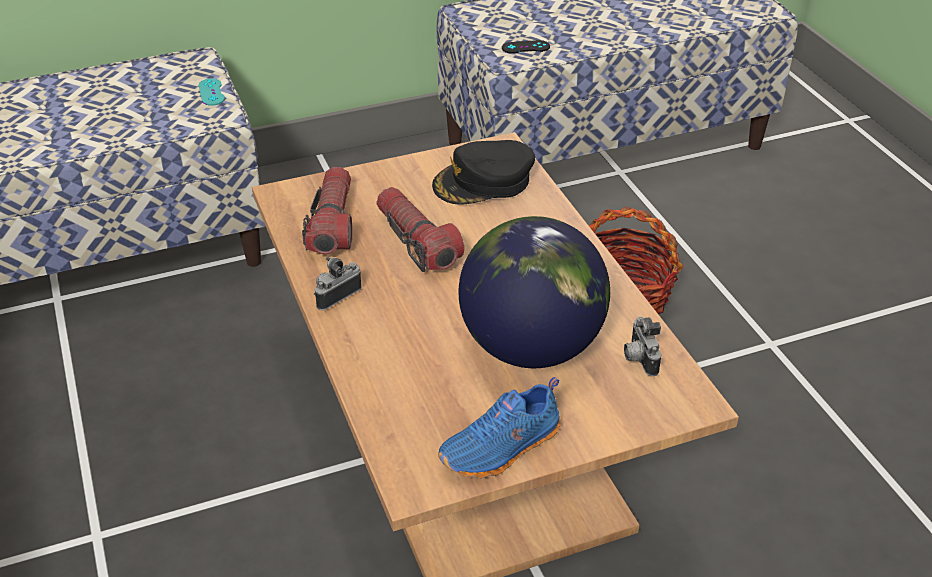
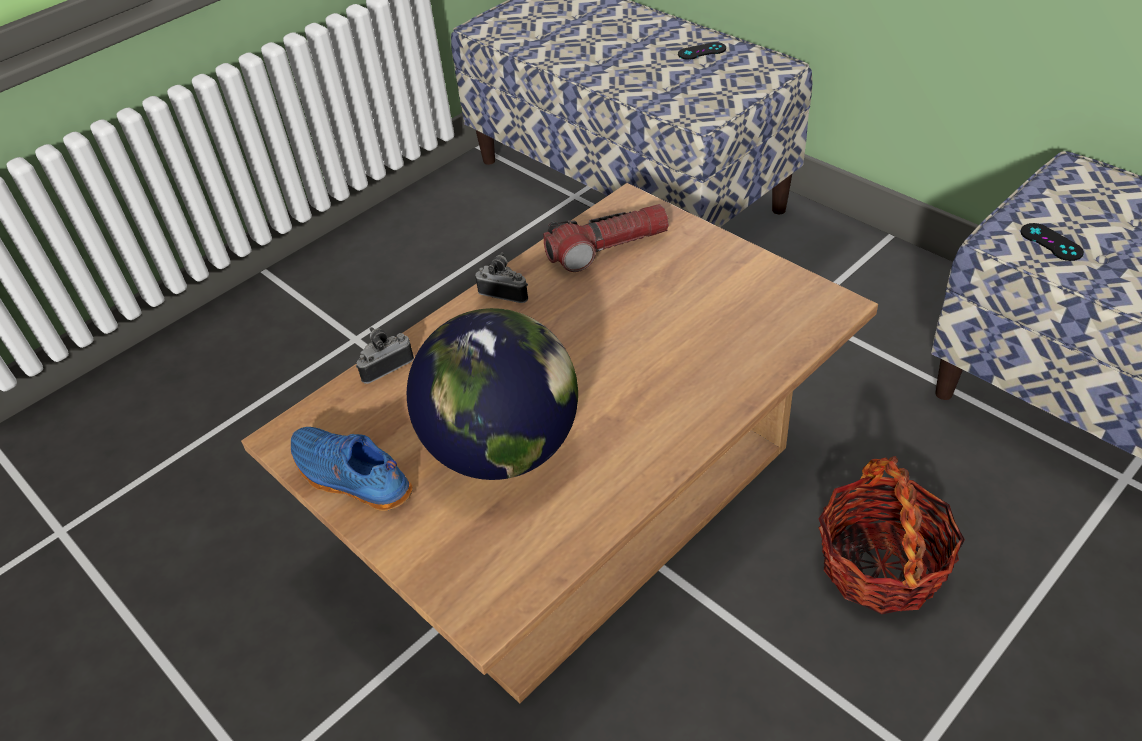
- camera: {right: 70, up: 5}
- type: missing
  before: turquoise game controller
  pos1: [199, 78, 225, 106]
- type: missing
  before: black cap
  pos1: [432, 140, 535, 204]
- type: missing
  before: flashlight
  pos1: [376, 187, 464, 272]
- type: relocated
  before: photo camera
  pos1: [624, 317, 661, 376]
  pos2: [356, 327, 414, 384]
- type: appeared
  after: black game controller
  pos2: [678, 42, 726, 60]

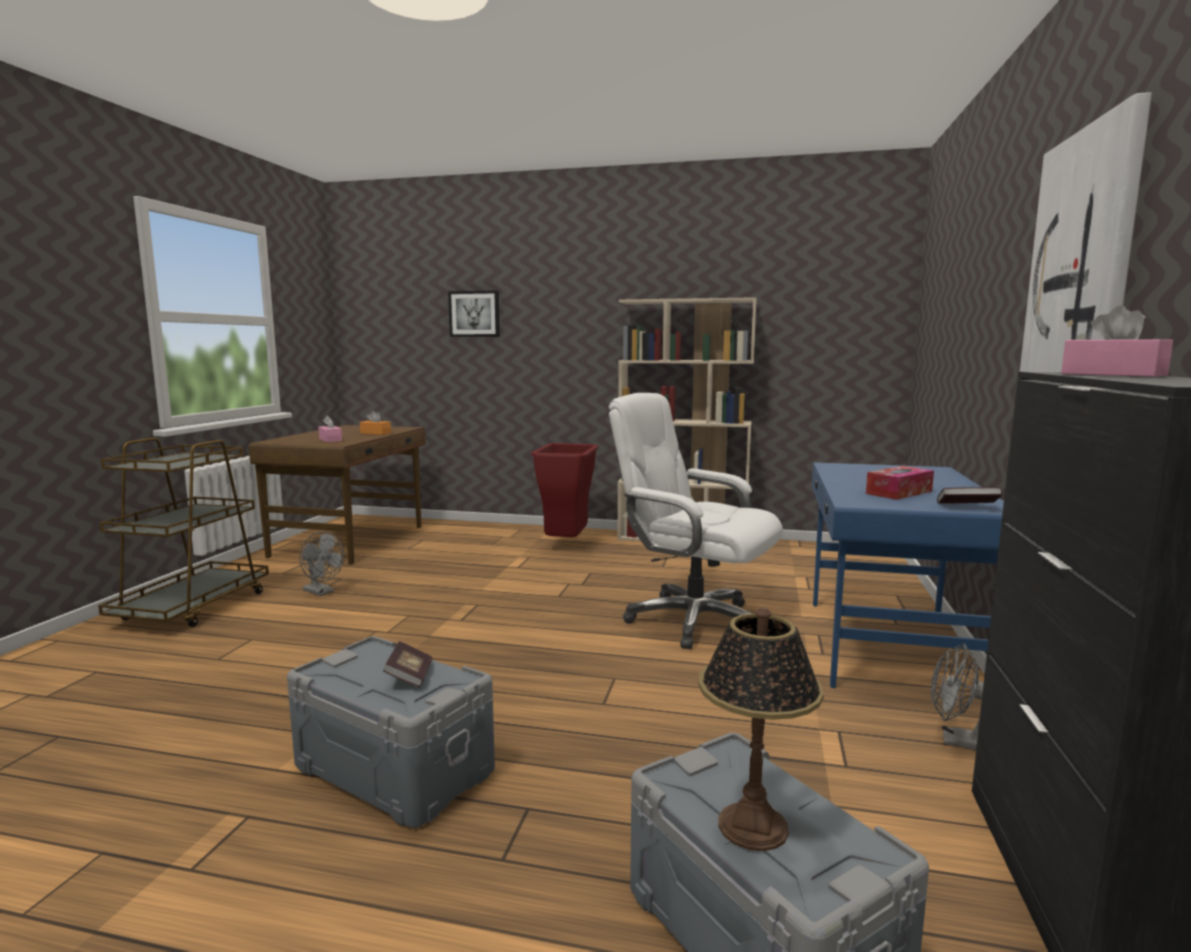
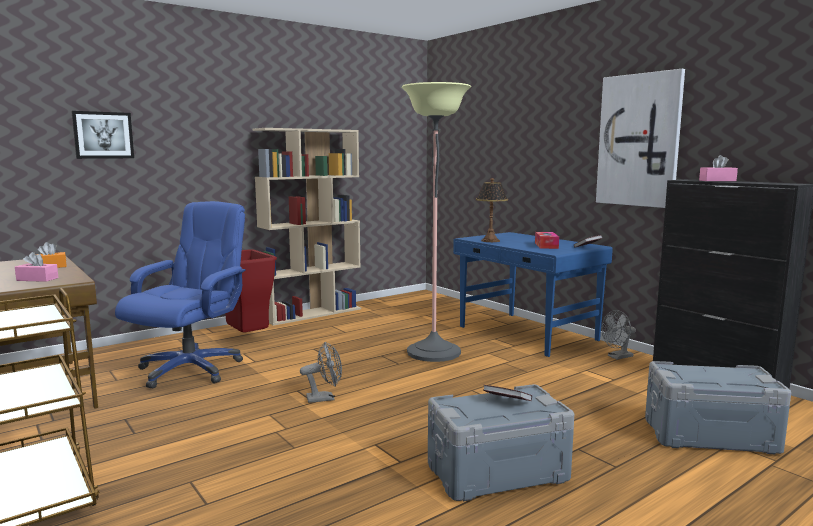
- camera: {right: -50, up: 0}
- type: exchanged
  before: white office chair
  after: floor lamp
  pos1: [609, 393, 783, 649]
  pos2: [402, 82, 471, 362]
- type: relocated
  before: grey fan
  pos1: [299, 531, 344, 596]
  pos2: [300, 342, 342, 403]
- type: relocated
  before: table lamp
  pos1: [698, 607, 824, 851]
  pos2: [476, 178, 508, 242]
- type: appeared
  after: blue office chair
  pos2: [115, 201, 246, 388]

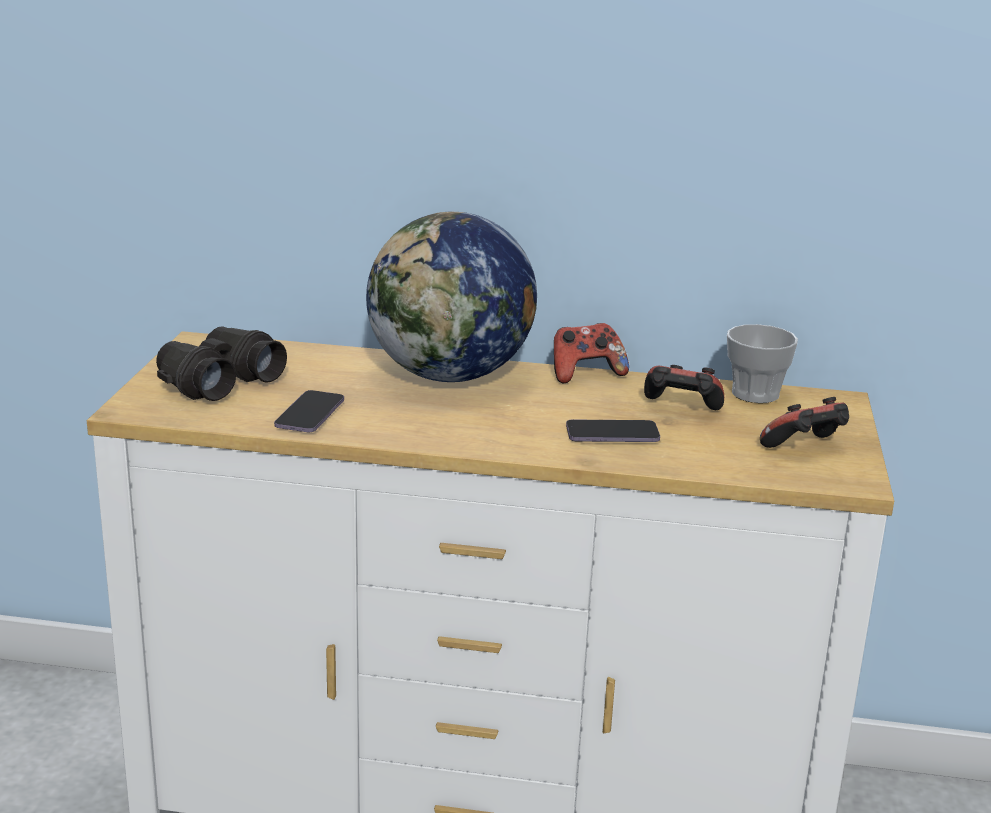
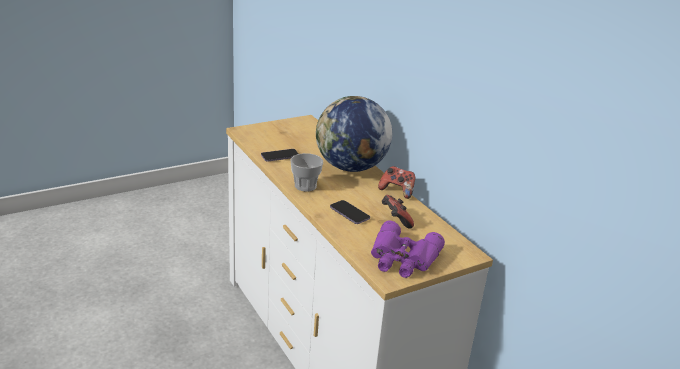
- camera: {right: 50, up: 5}
- type: relocated
  before: cup
  pos1: [727, 324, 798, 403]
  pos2: [290, 153, 323, 192]
- type: missing
  before: black binoculars
  pos1: [156, 326, 287, 401]
- type: exchanged
  before: game controller
  after: purple binoculars
  pos1: [760, 397, 849, 448]
  pos2: [371, 220, 445, 278]

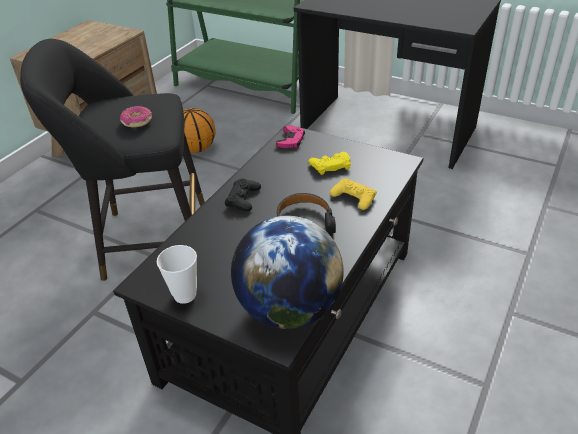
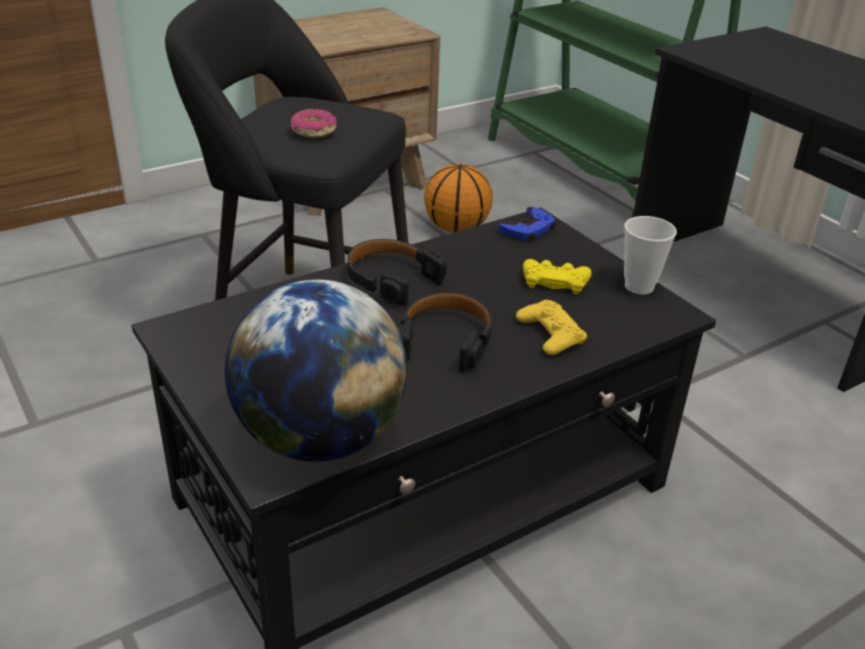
- camera: {right: 25, up: -5}
- type: colour
  before: pink game controller
  after: blue game controller
  pos1: [276, 126, 305, 148]
  pos2: [498, 207, 556, 241]
- type: exchanged
  before: black game controller
  after: black headphones
  pos1: [225, 178, 261, 211]
  pos2: [347, 239, 447, 306]
- type: relocated
  before: cup
  pos1: [157, 245, 197, 304]
  pos2: [624, 216, 677, 294]

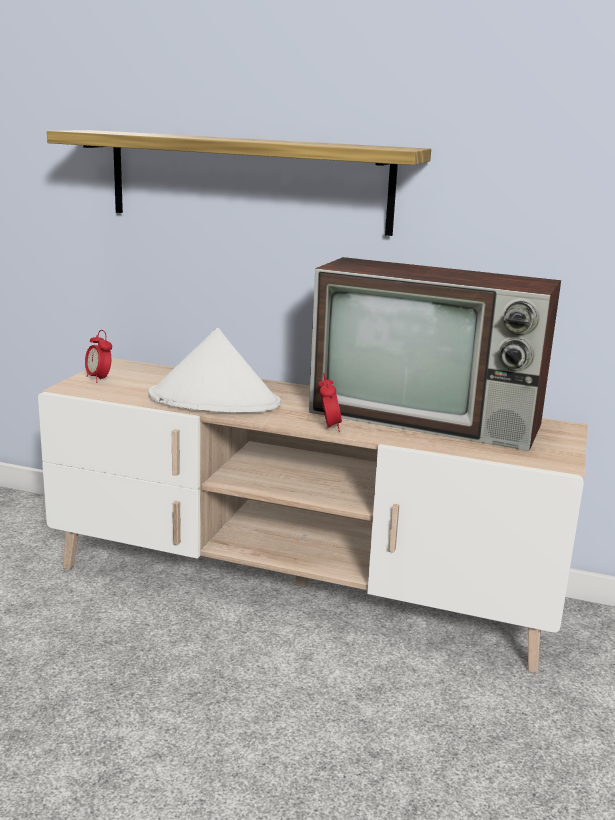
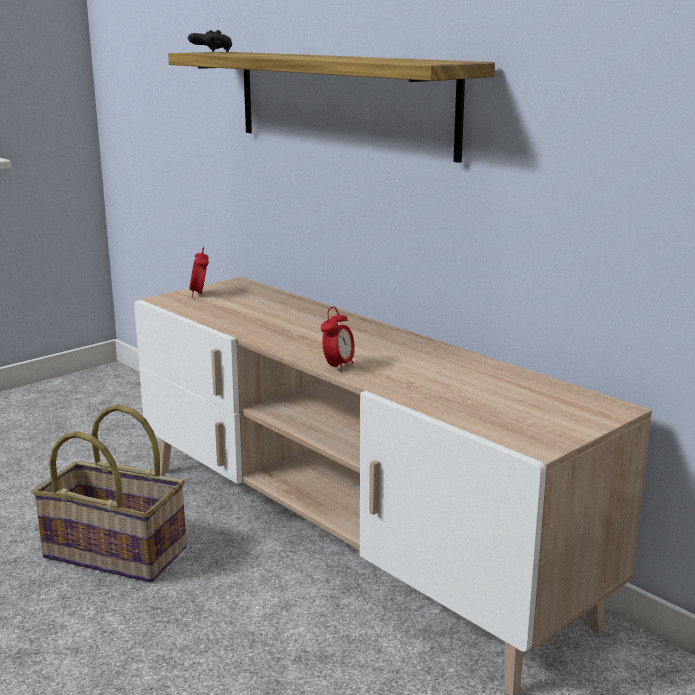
- camera: {right: 30, up: 0}
- type: missing
  before: television
  pos1: [309, 257, 561, 451]
- type: missing
  before: white hat
  pos1: [148, 328, 281, 413]
- type: appeared
  after: black game controller
  pos2: [188, 30, 232, 52]
- type: appeared
  after: basket
  pos2: [32, 404, 187, 583]

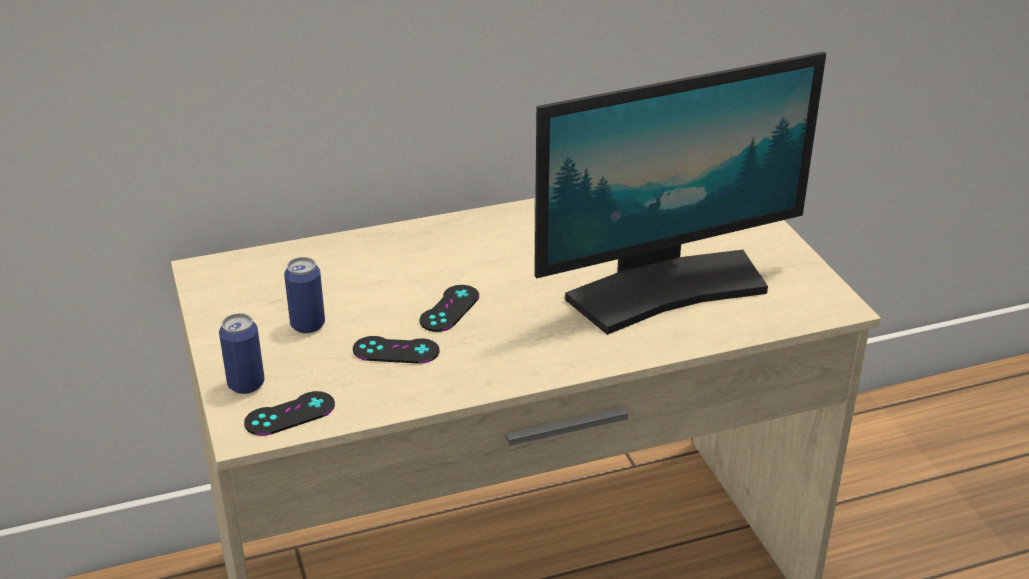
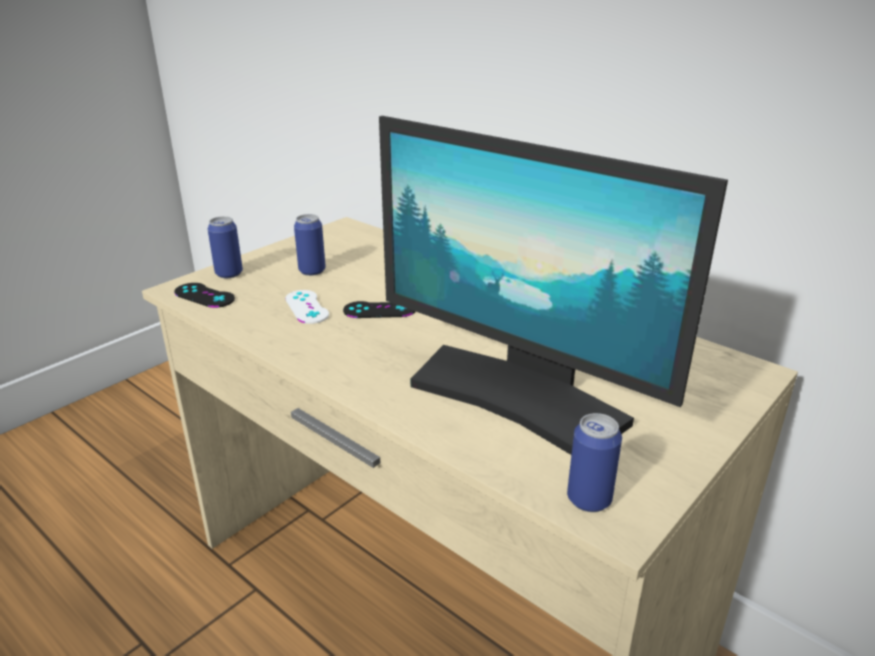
- camera: {right: 60, up: -5}
- type: colour
  before: black game controller
  after: white game controller
  pos1: [353, 336, 439, 364]
  pos2: [285, 290, 329, 324]
- type: appeared
  after: can
  pos2: [567, 413, 622, 512]

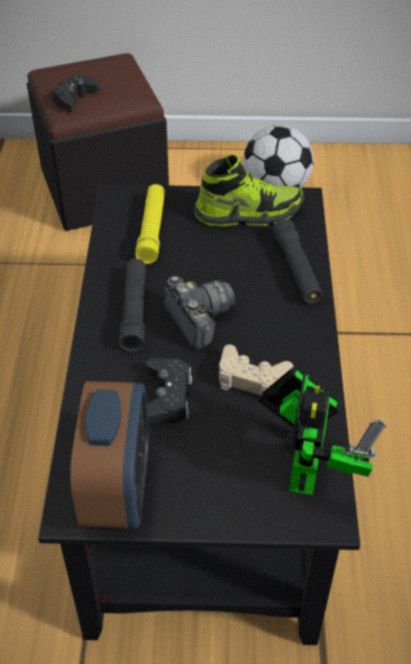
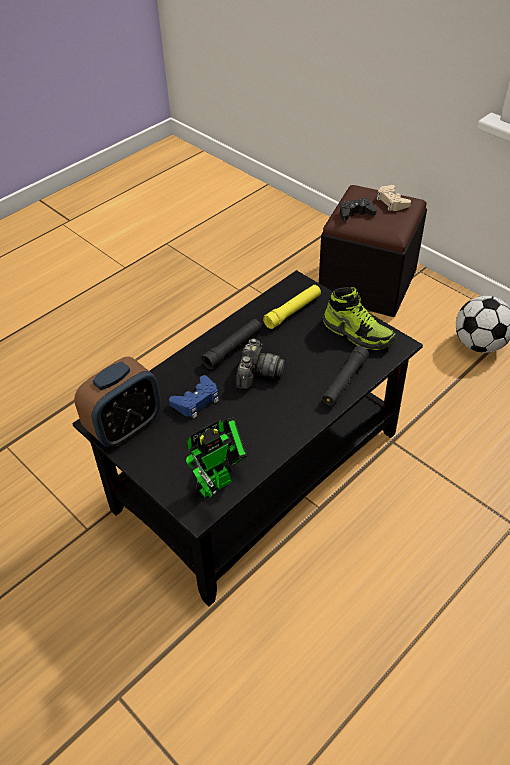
- camera: {right: 45, up: 0}
- type: relocated
  before: beige game controller
  pos1: [219, 345, 293, 395]
  pos2: [377, 185, 411, 211]
- type: colour
  before: black game controller
  after: blue game controller
  pos1: [146, 358, 192, 423]
  pos2: [169, 375, 219, 418]

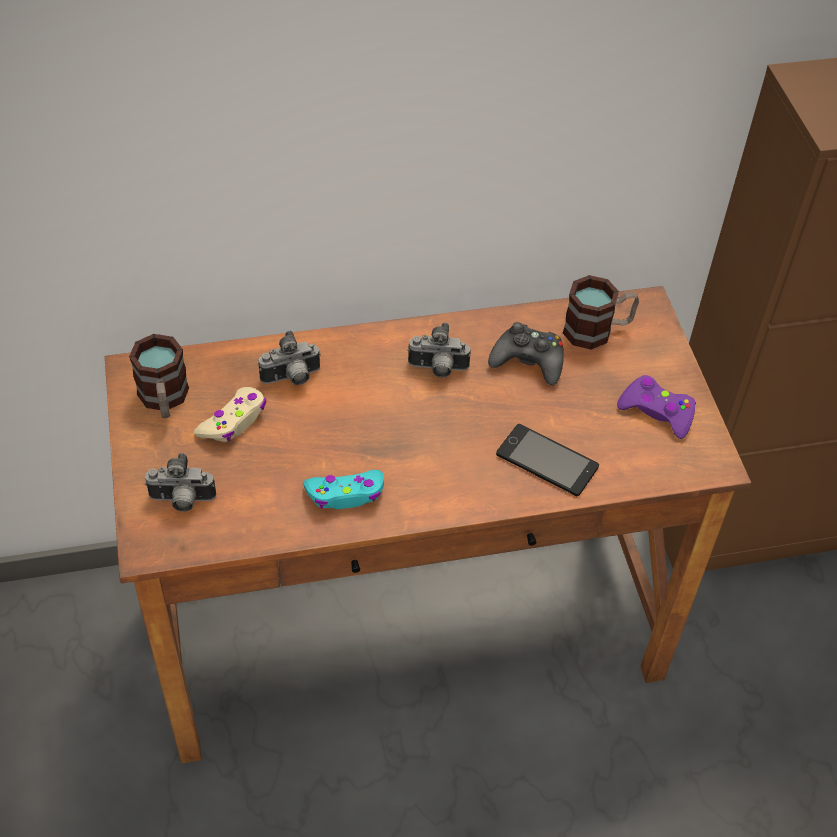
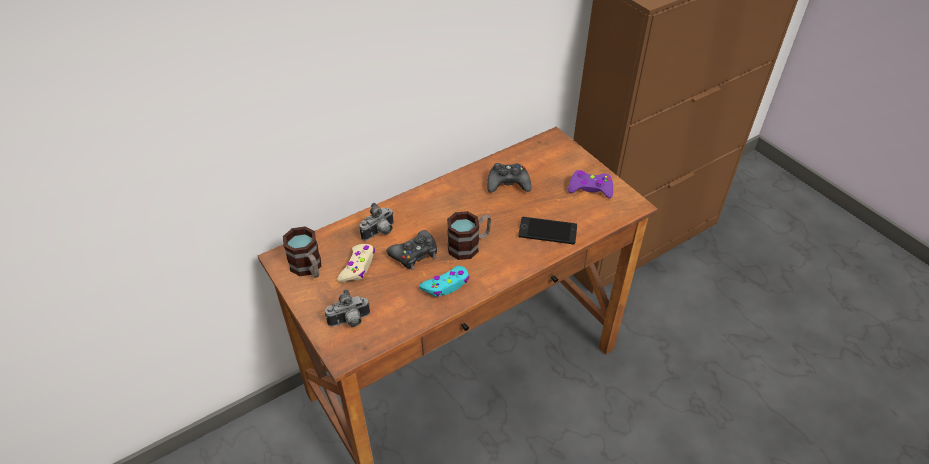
- camera: {right: -20, up: -5}
- type: relocated
  before: mug
  pos1: [563, 275, 639, 350]
  pos2: [447, 211, 491, 260]
- type: missing
  before: photo camera
  pos1: [407, 323, 471, 378]
- type: appeared
  after: black game controller
  pos2: [386, 230, 437, 270]

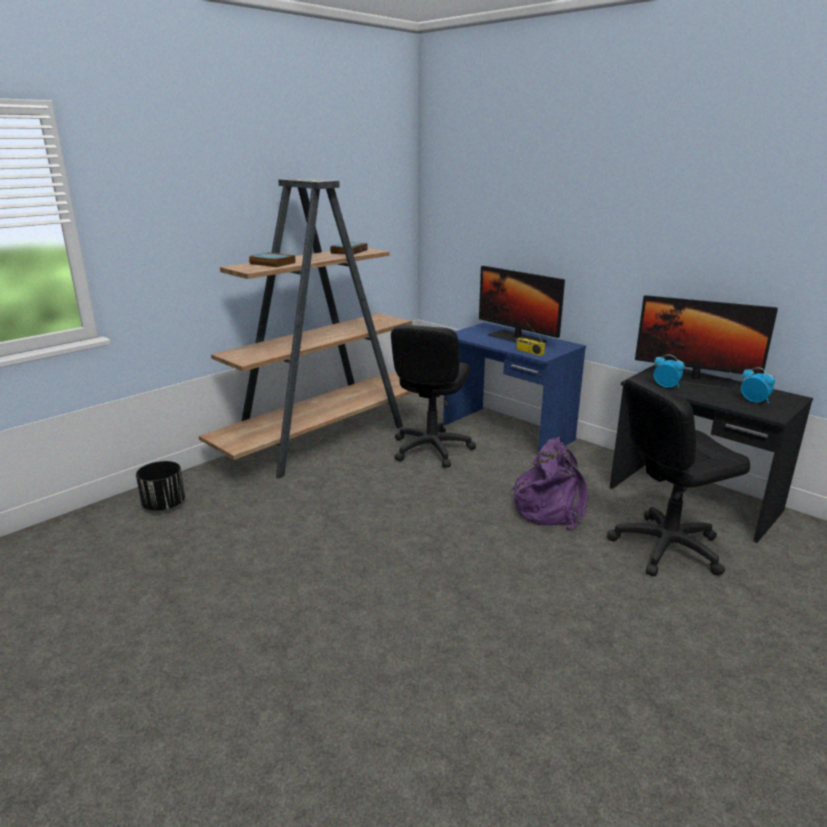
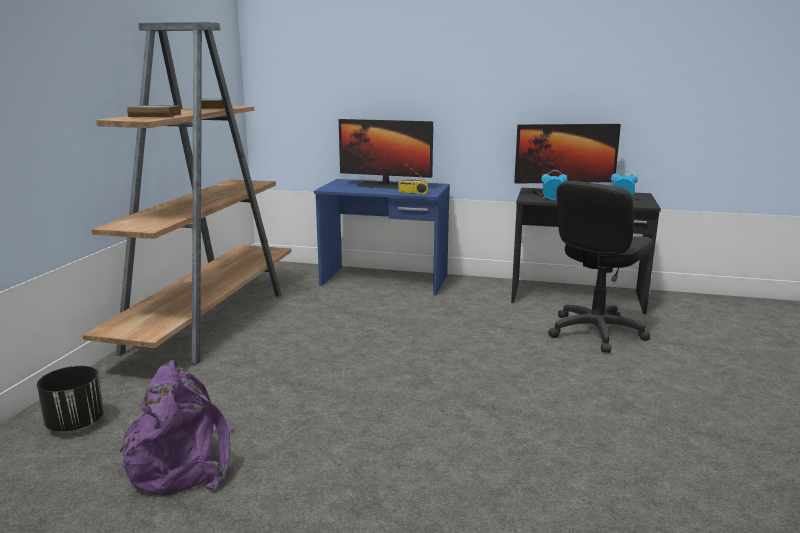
- camera: {right: -30, up: -5}
- type: missing
  before: black office chair
  pos1: [391, 325, 476, 468]
- type: relocated
  before: purple backpack
  pos1: [512, 437, 589, 530]
  pos2: [119, 360, 235, 496]

